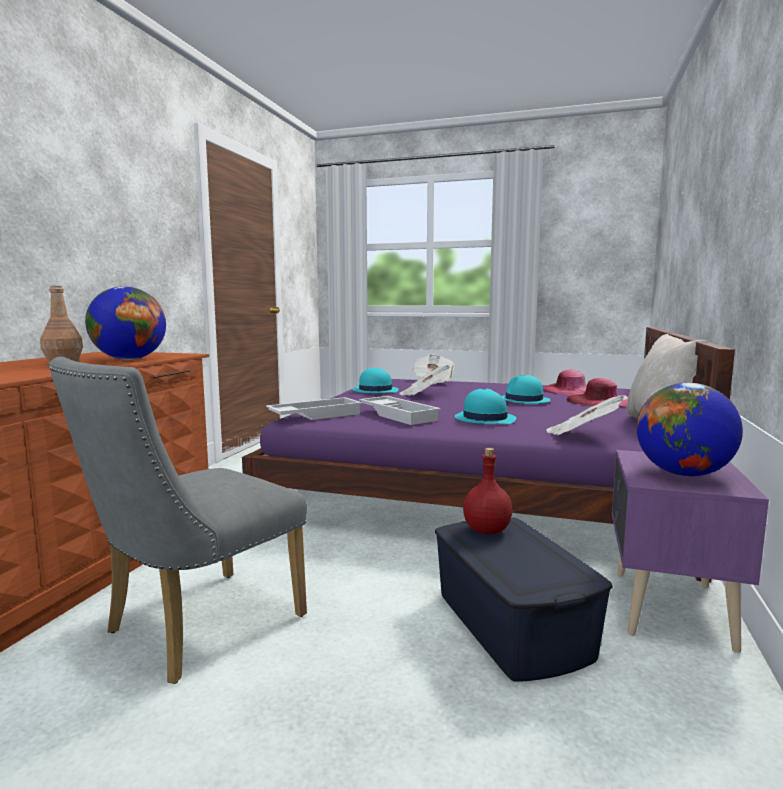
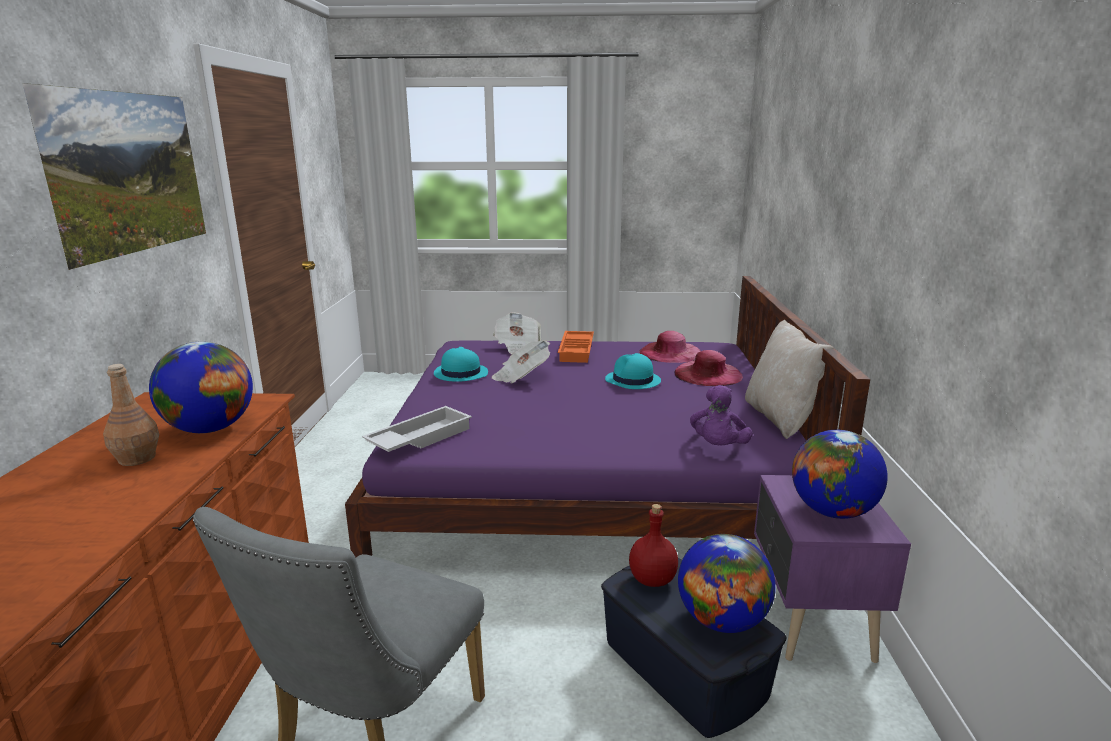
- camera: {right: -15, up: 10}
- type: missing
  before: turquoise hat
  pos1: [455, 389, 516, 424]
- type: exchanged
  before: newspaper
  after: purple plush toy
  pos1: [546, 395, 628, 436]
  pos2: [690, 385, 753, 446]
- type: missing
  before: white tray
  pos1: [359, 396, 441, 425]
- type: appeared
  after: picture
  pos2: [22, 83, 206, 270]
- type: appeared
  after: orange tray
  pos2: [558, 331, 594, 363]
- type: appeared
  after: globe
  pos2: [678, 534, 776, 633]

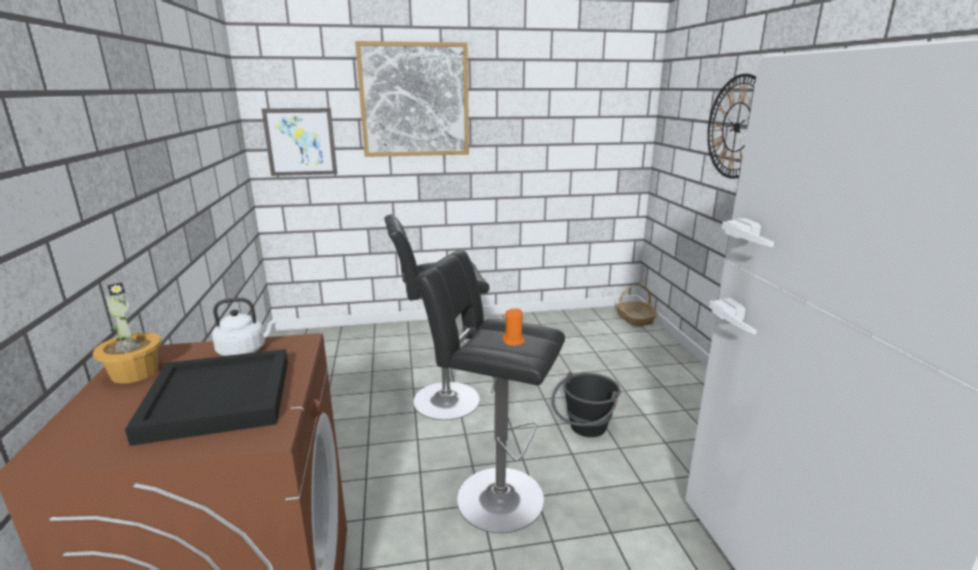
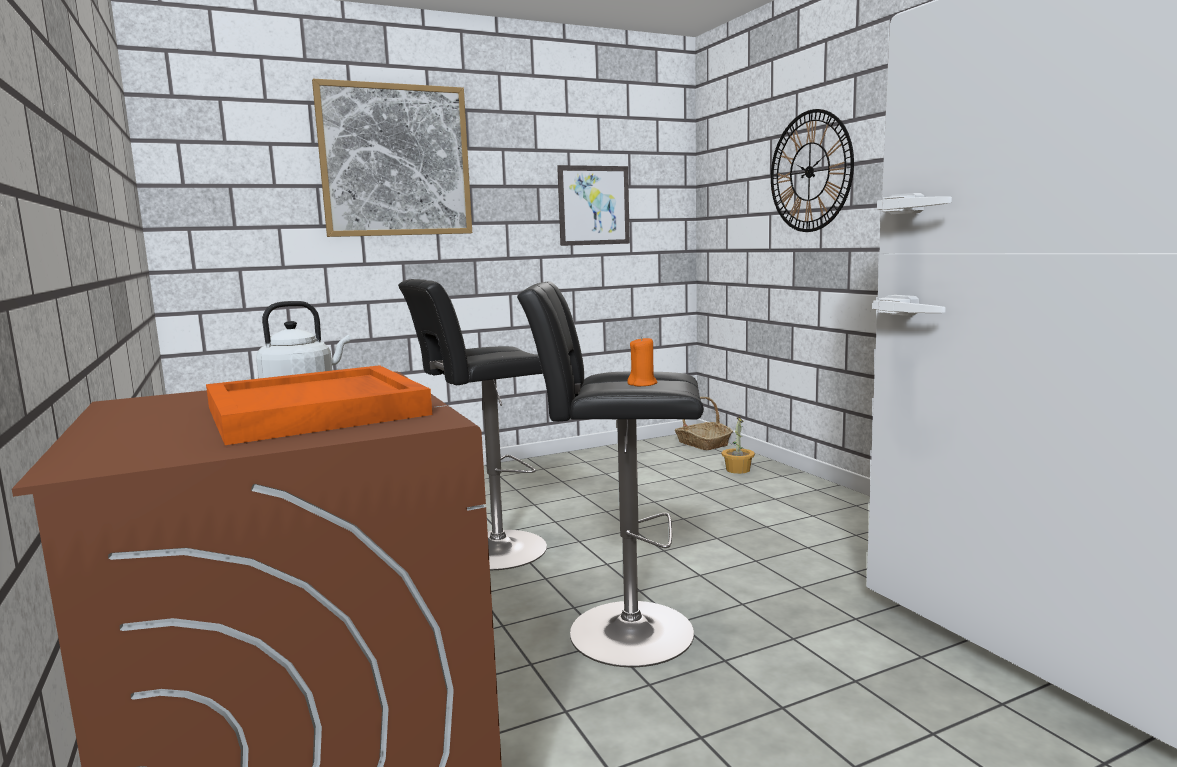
- camera: {right: -15, up: -10}
- type: relocated
  before: picture
  pos1: [262, 108, 337, 176]
  pos2: [557, 165, 630, 246]
- type: relocated
  before: potted plant
  pos1: [93, 282, 161, 384]
  pos2: [722, 417, 755, 474]
- type: colour
  before: black tray
  after: orange tray
  pos1: [125, 349, 288, 446]
  pos2: [206, 365, 432, 445]
- type: missing
  before: black bucket
  pos1: [552, 372, 621, 437]

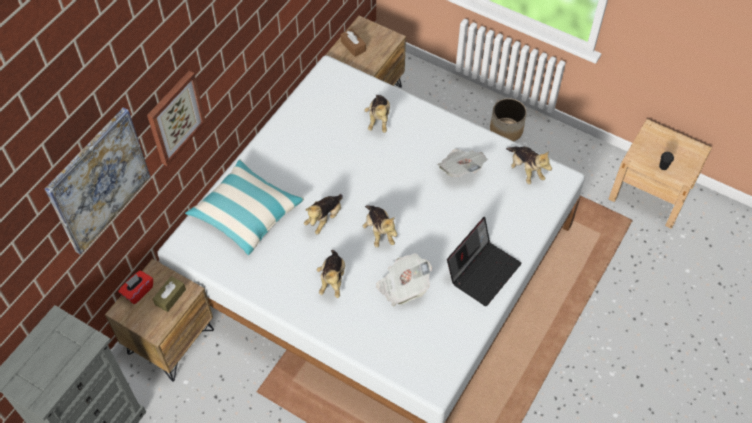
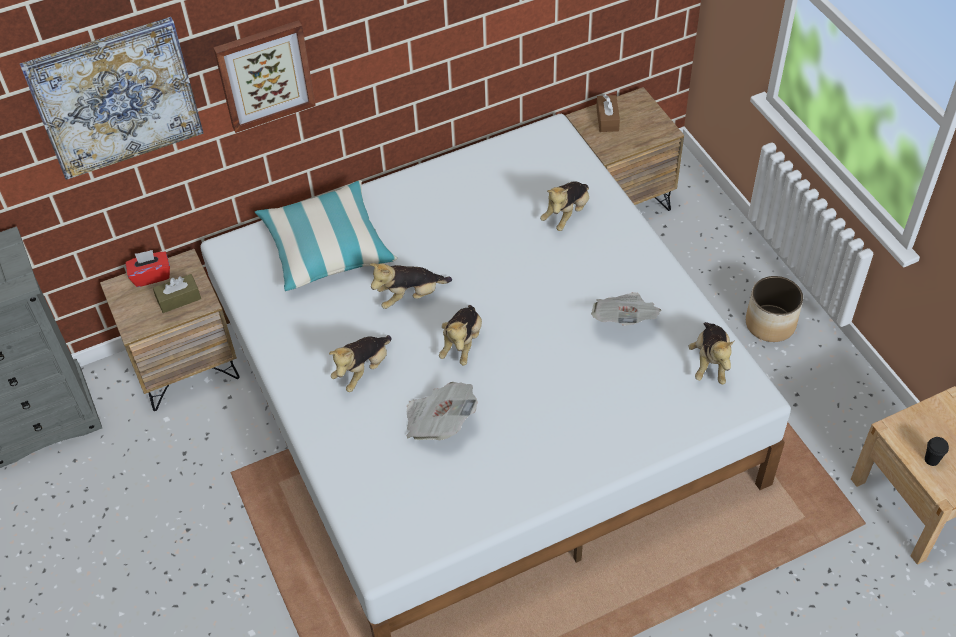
- camera: {right: 35, up: -5}
- type: missing
  before: laptop
  pos1: [447, 217, 522, 306]

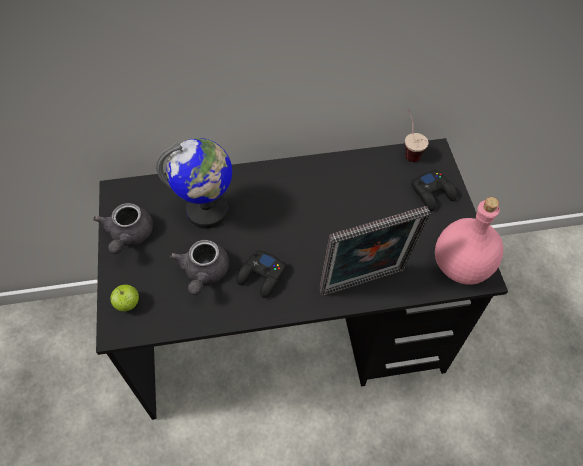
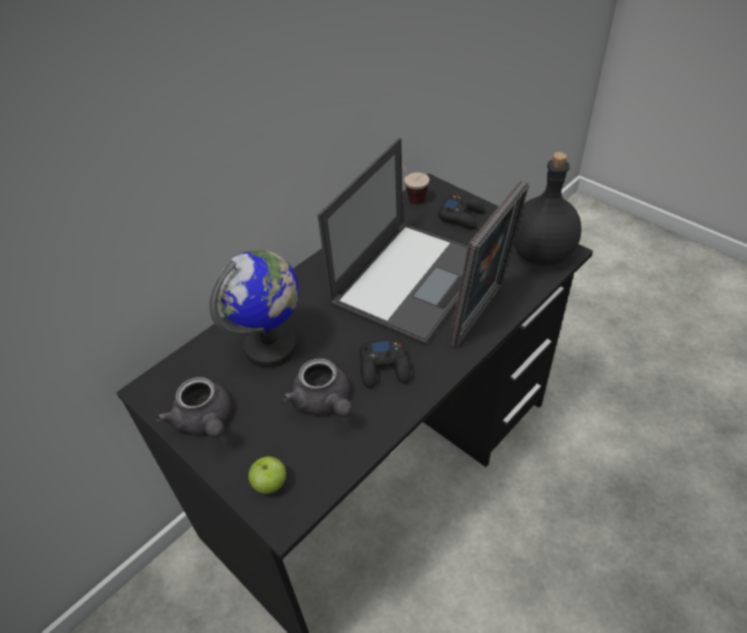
- camera: {right: -35, up: -10}
- type: colour
  before: pink bottle
  after: black bottle
  pos1: [435, 197, 503, 285]
  pos2: [513, 152, 581, 265]
- type: appeared
  after: laptop
  pos2: [318, 138, 468, 346]

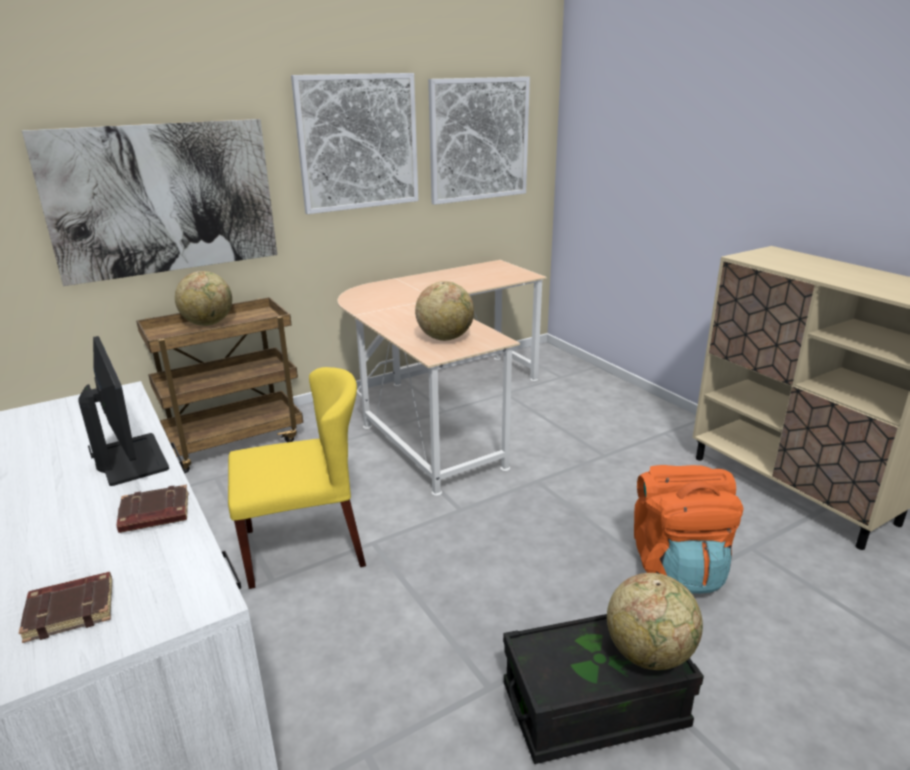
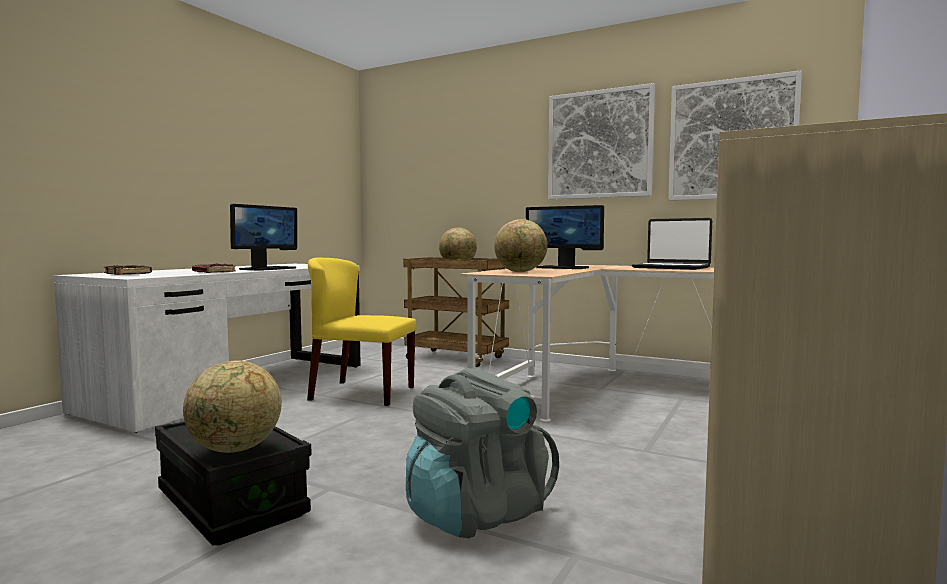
- camera: {right: 60, up: -20}
- type: missing
  before: picture
  pos1: [22, 119, 277, 286]
- type: spun
  before: yellow chair
  pos1: [228, 367, 366, 589]
  pos2: [307, 258, 417, 406]
  turn: 150
- type: colour
  before: orange backpack
  after: grey backpack
  pos1: [634, 465, 744, 594]
  pos2: [406, 368, 559, 538]
- type: appeared
  after: monitor
  pos2: [526, 205, 604, 269]
- type: appeared
  after: laptop
  pos2: [632, 218, 712, 270]

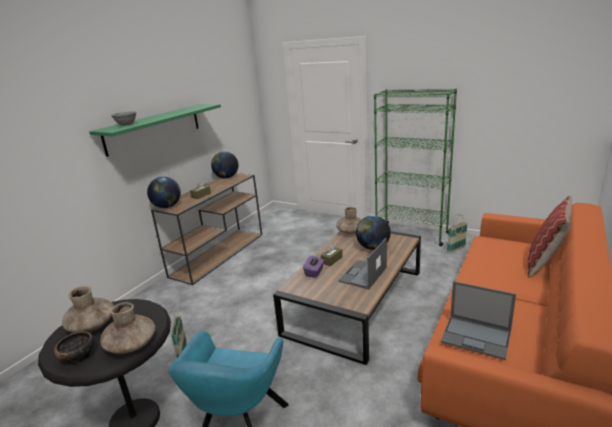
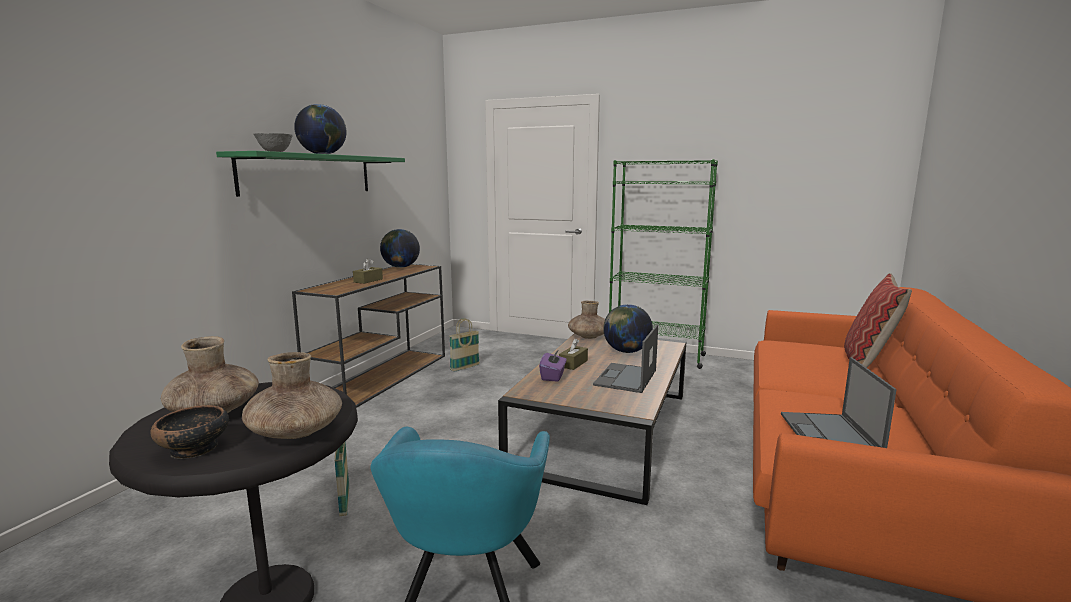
- camera: {right: -10, up: -10}
- type: relocated
  before: globe
  pos1: [147, 177, 181, 208]
  pos2: [294, 104, 346, 154]
- type: relocated
  before: basket
  pos1: [447, 214, 468, 253]
  pos2: [449, 318, 480, 371]
- type: spun
  before: laptop
  pos1: [441, 281, 516, 360]
  pos2: [781, 357, 897, 448]
  turn: 75

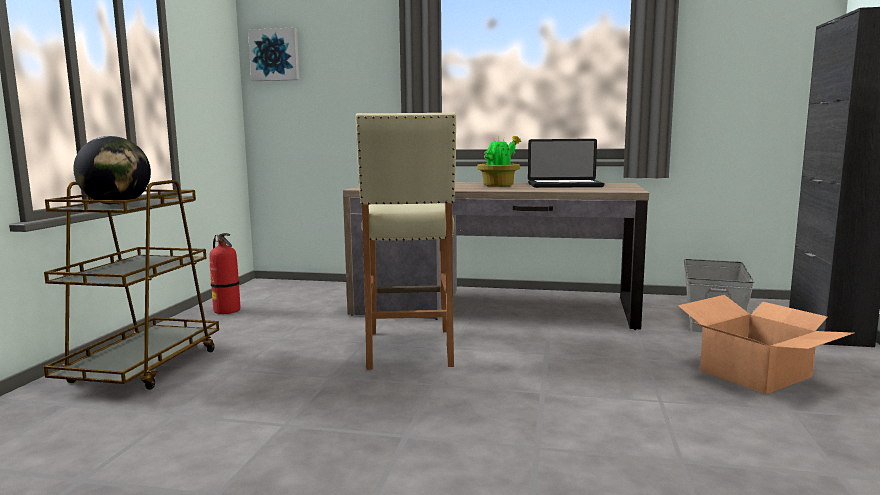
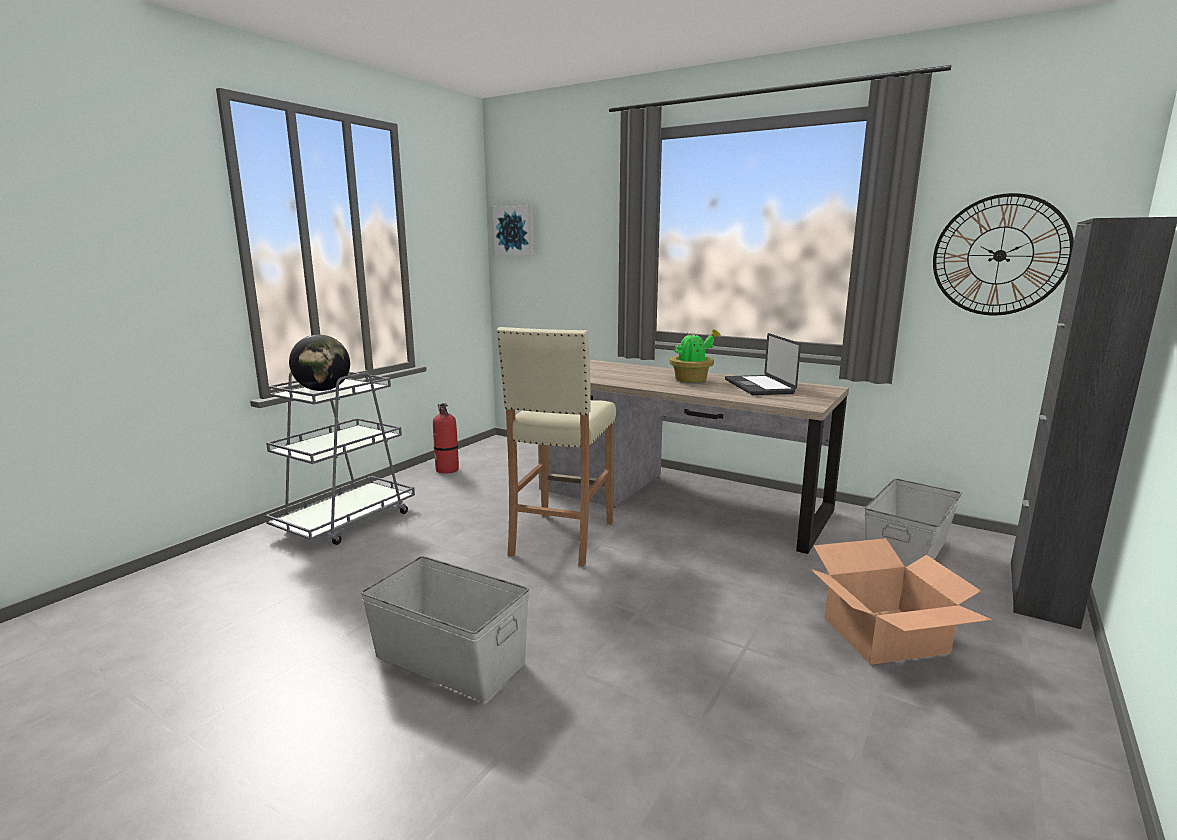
- camera: {right: 20, up: 5}
- type: spun
  before: laptop
  pos1: [528, 139, 604, 188]
  pos2: [725, 333, 801, 395]
  turn: 60
- type: colour
  before: brown cart
  after: grey cart
  pos1: [43, 180, 219, 389]
  pos2: [265, 372, 415, 545]
- type: appeared
  after: wall clock
  pos2: [933, 193, 1074, 315]
- type: appeared
  after: grey storage box
  pos2: [361, 556, 529, 702]

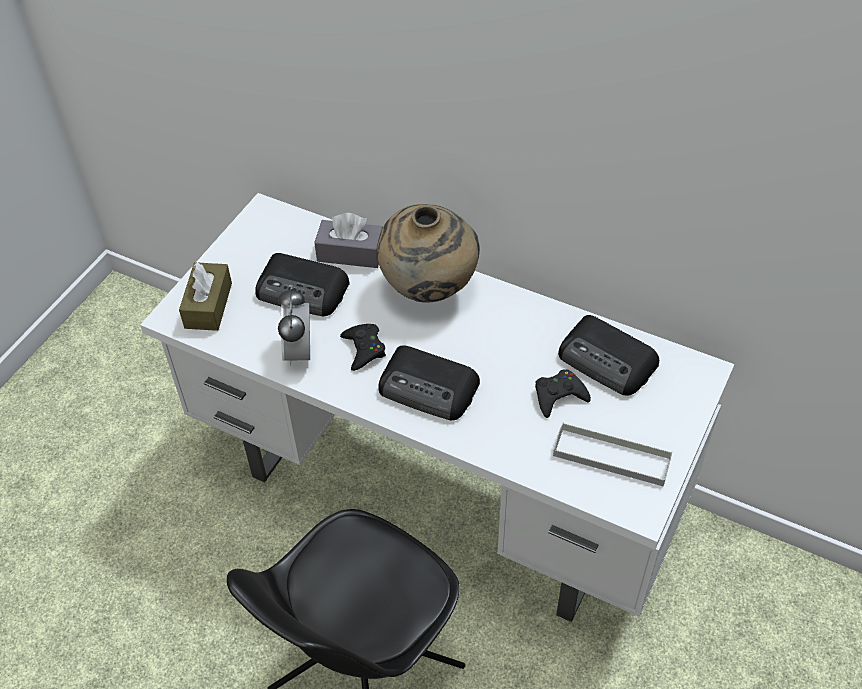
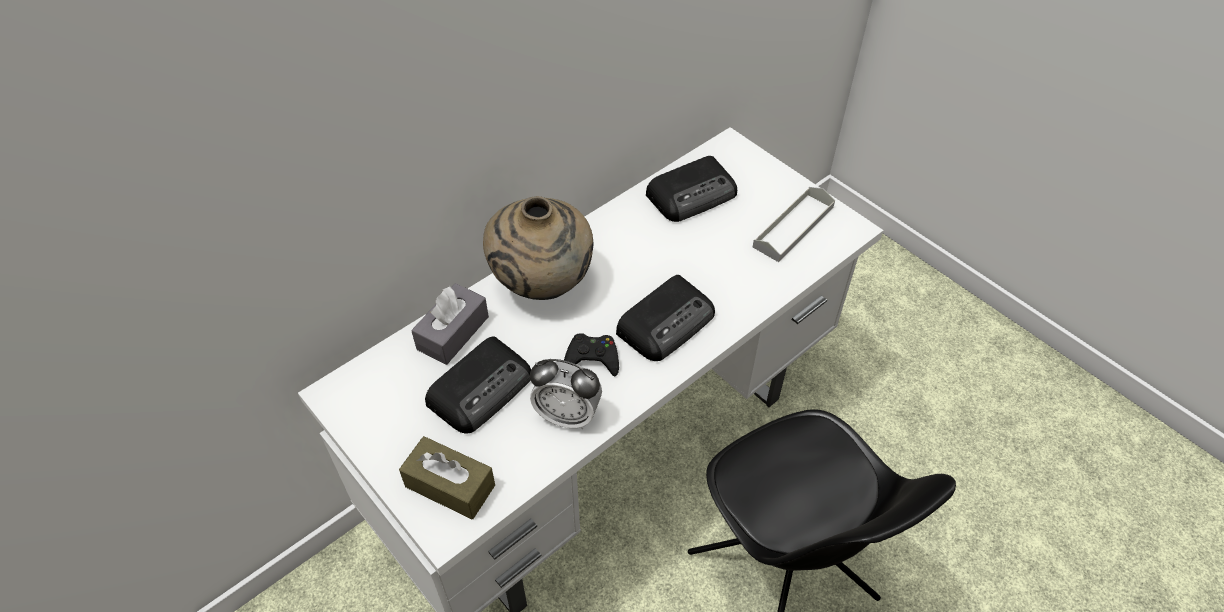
- camera: {right: -70, up: 0}
- type: missing
  before: black game controller
  pos1: [535, 369, 591, 418]

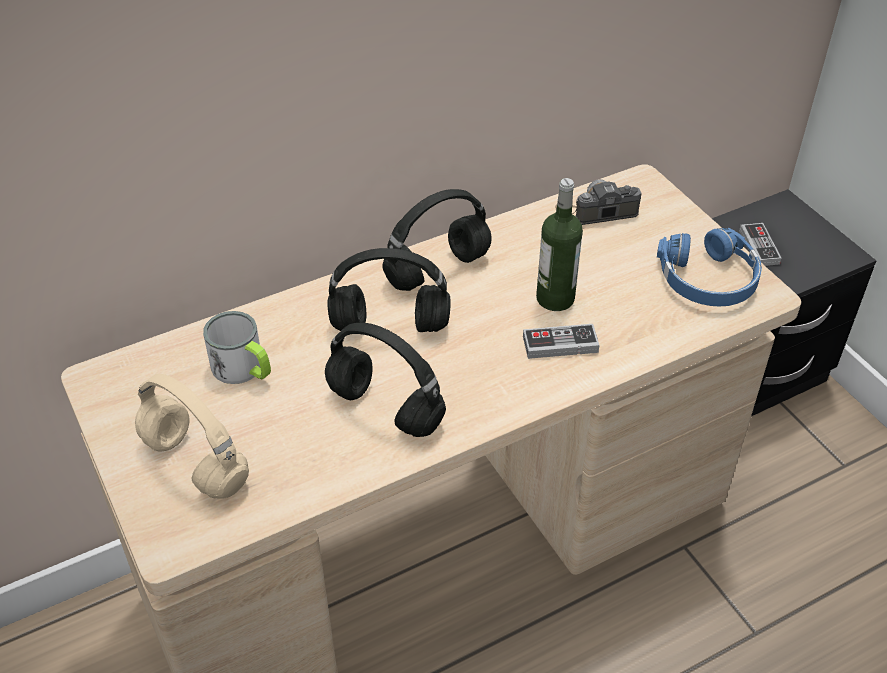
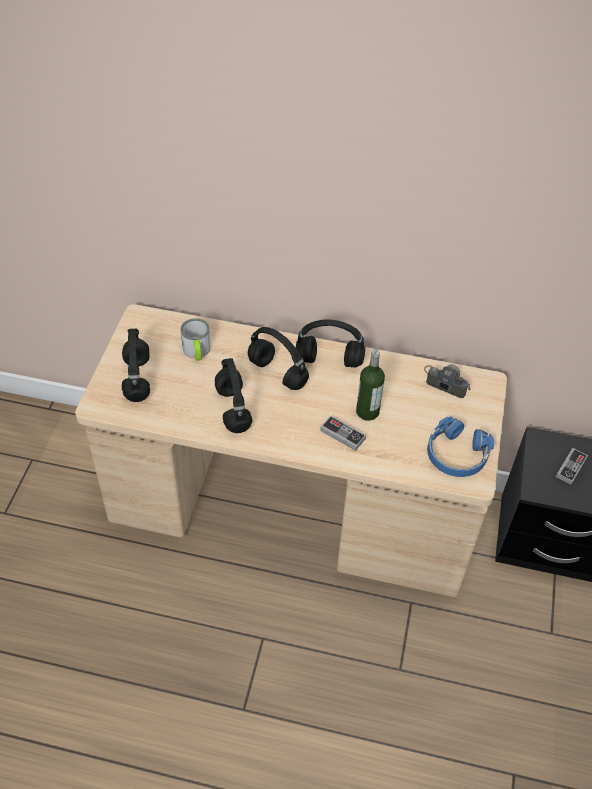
- camera: {right: 40, up: 5}
- type: colour
  before: beige headphones
  after: black headphones
  pos1: [135, 374, 249, 499]
  pos2: [122, 329, 150, 402]

